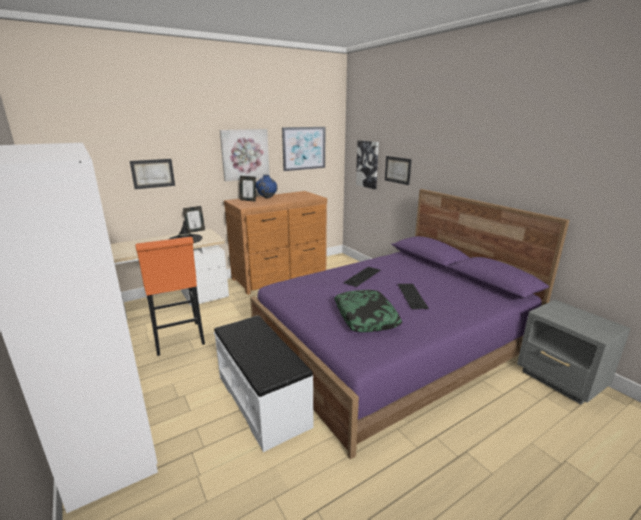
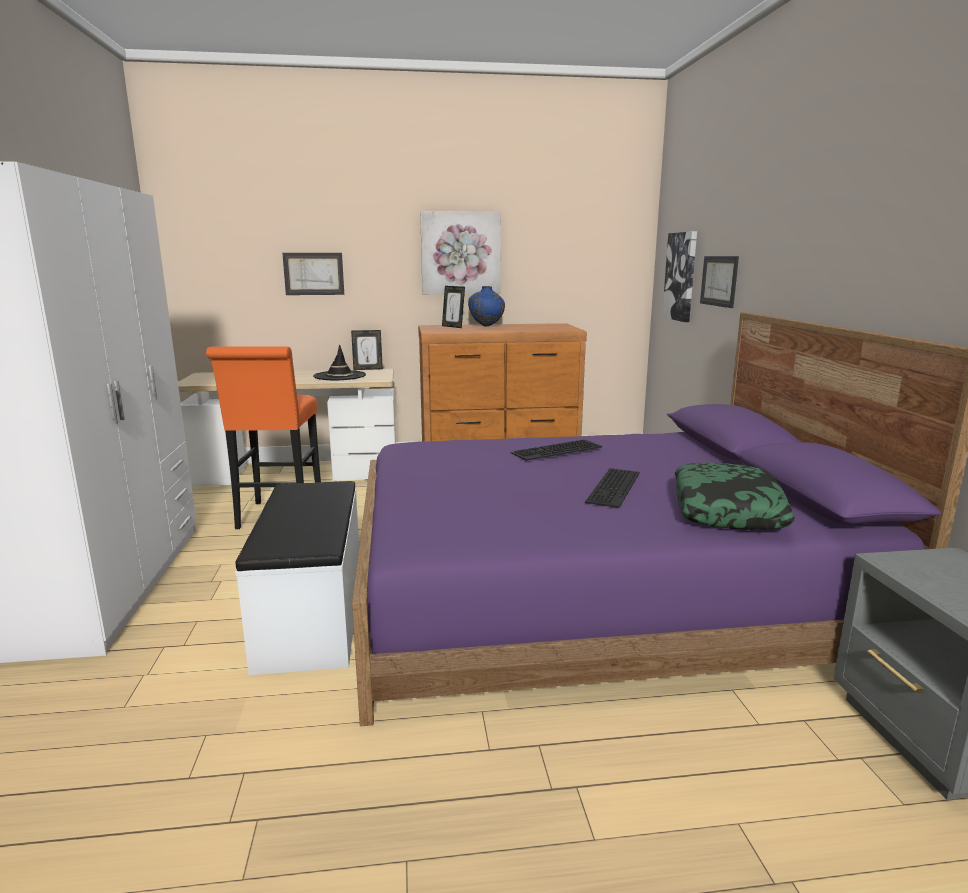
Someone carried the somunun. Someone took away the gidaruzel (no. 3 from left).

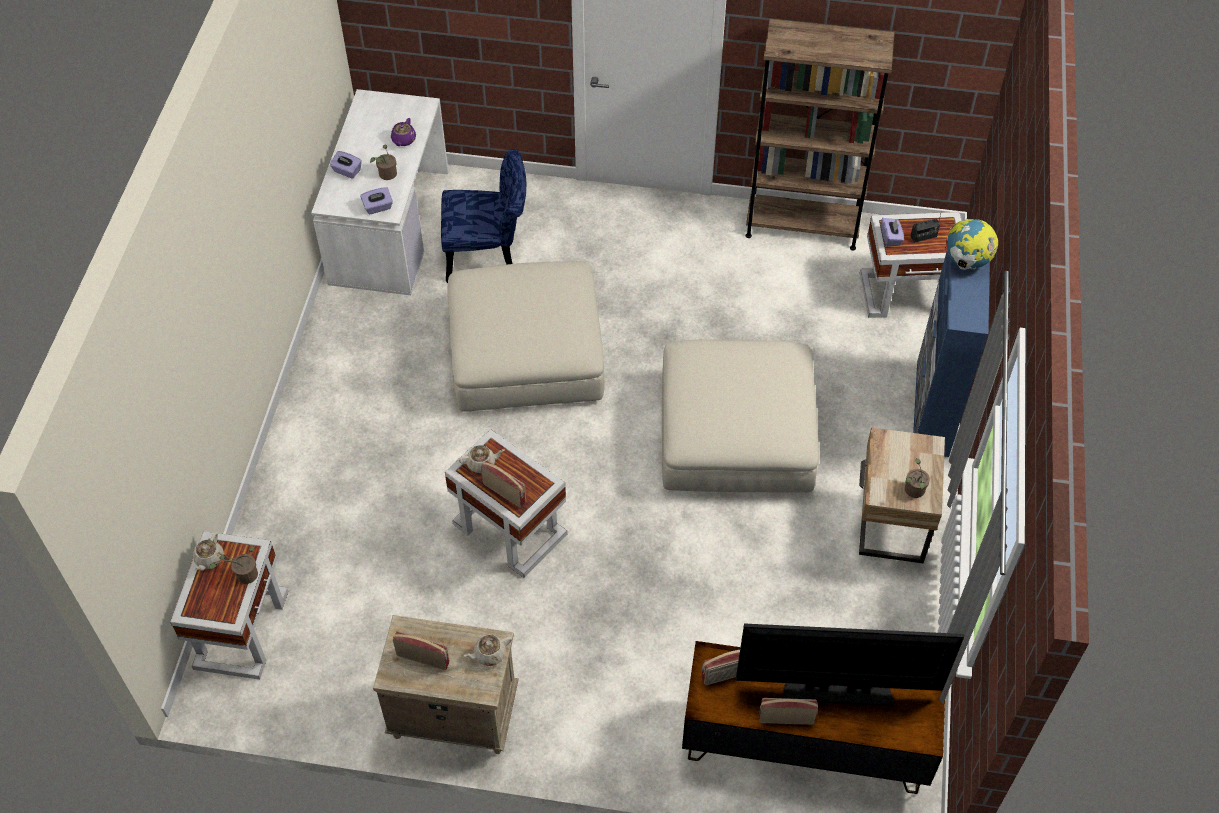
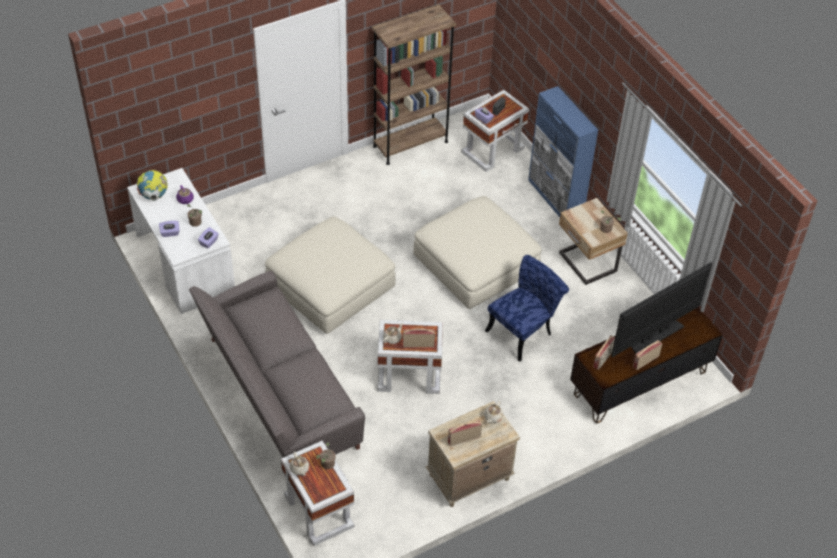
Someone carried the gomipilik. Someone put down the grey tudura. Someone carried the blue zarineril.

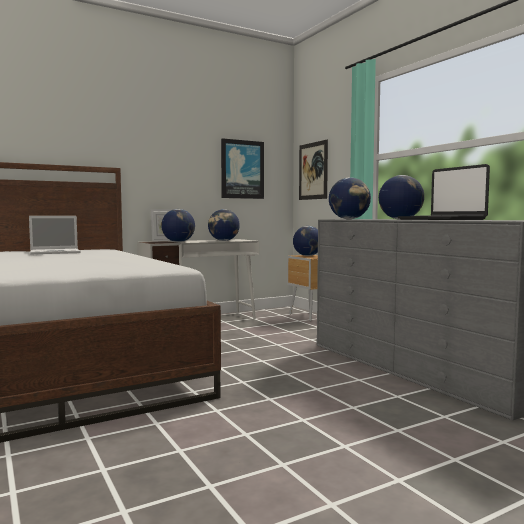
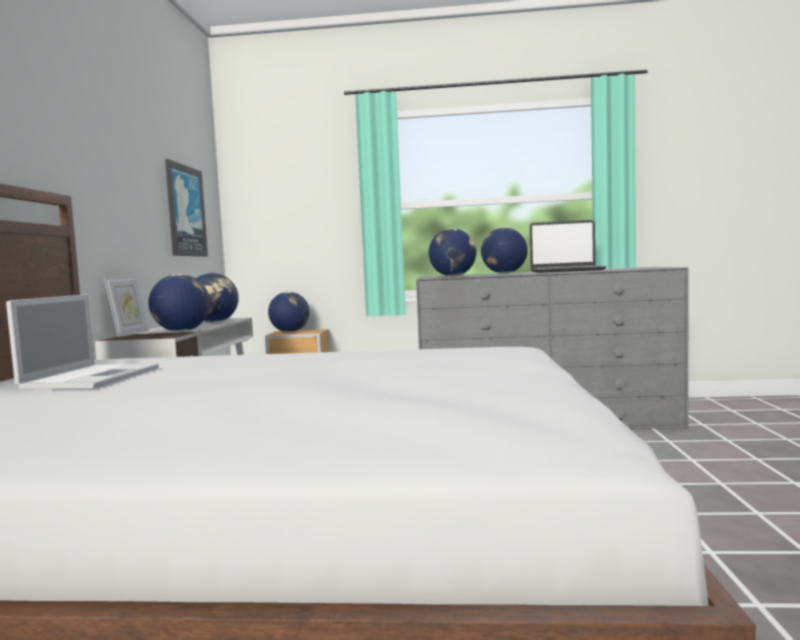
Someone took away the gidaruzel (no. 2 from left).

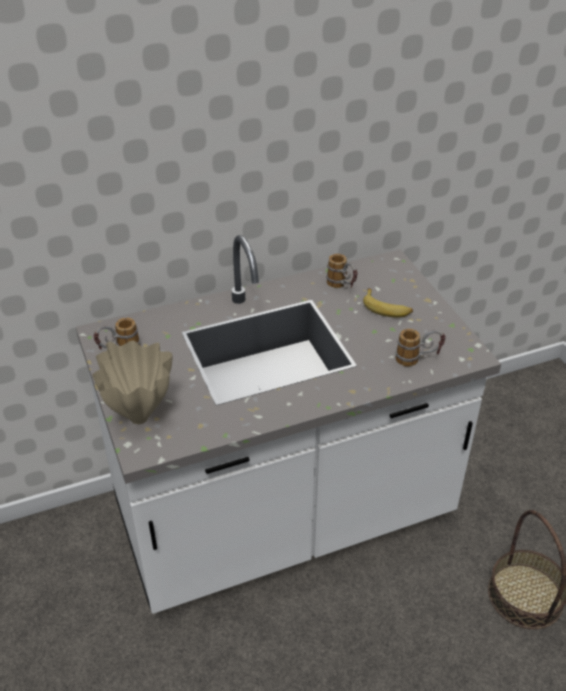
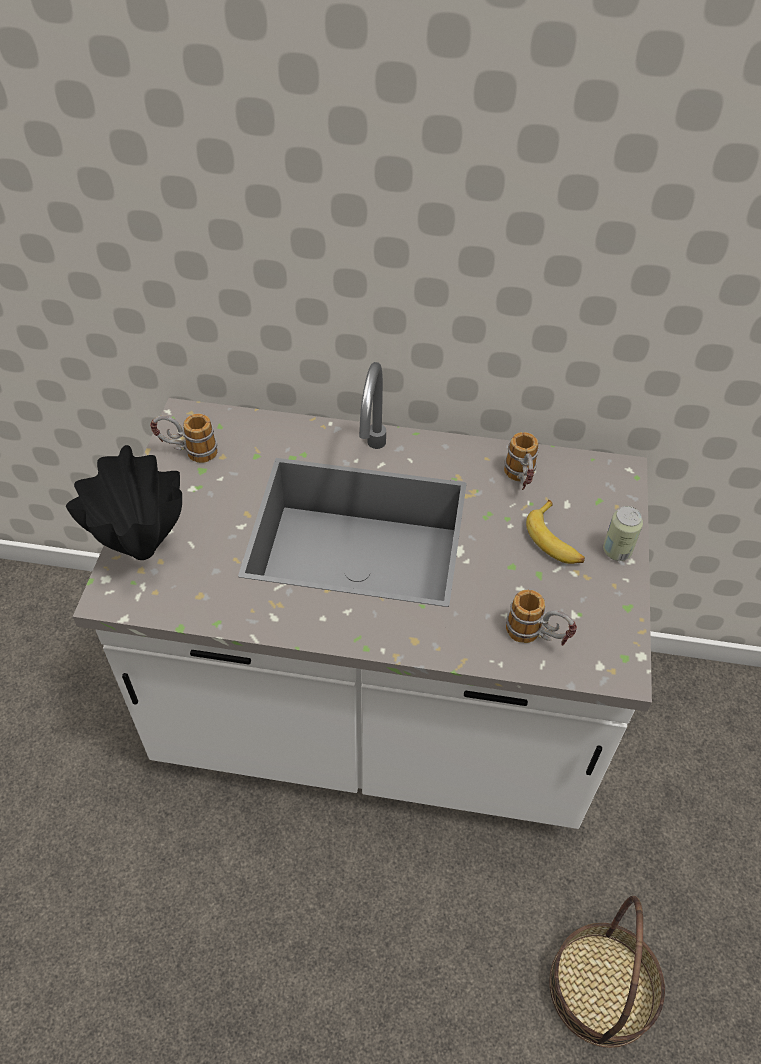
Someone repainted the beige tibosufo, which became the black tibosufo. Someone put down the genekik.

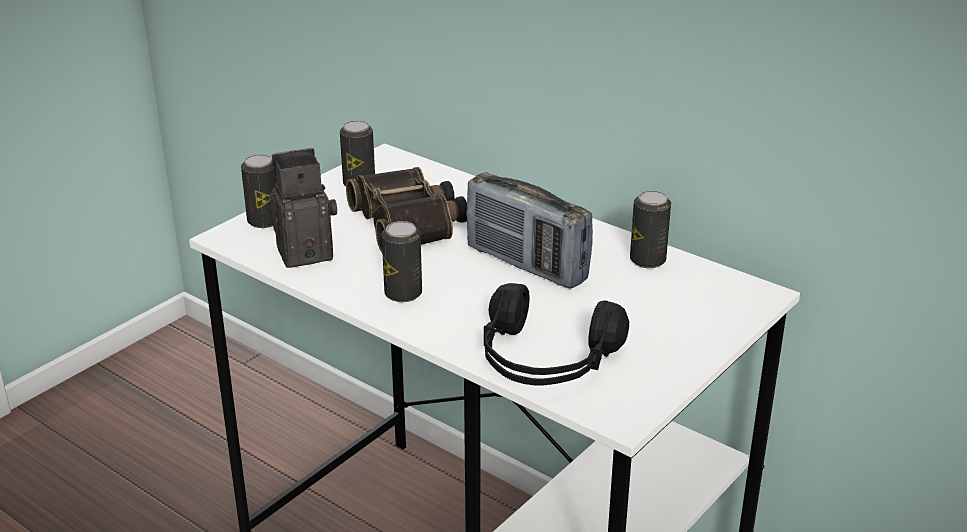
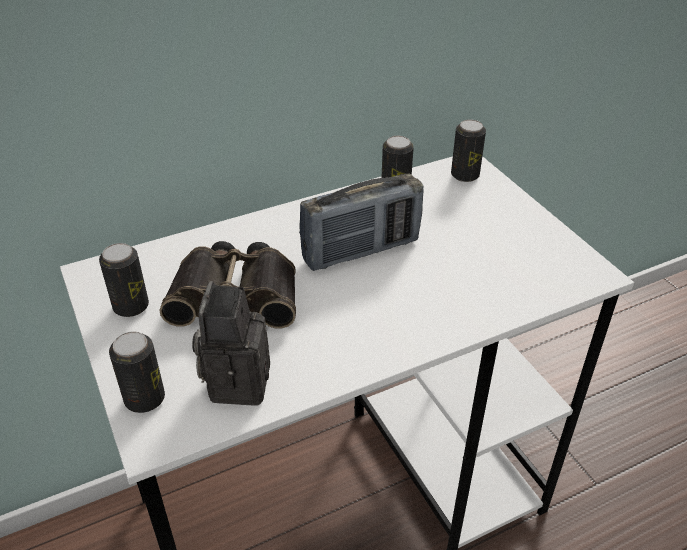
Someone carried the genekik (no. 3 from left in the first image). Someone took away the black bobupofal.

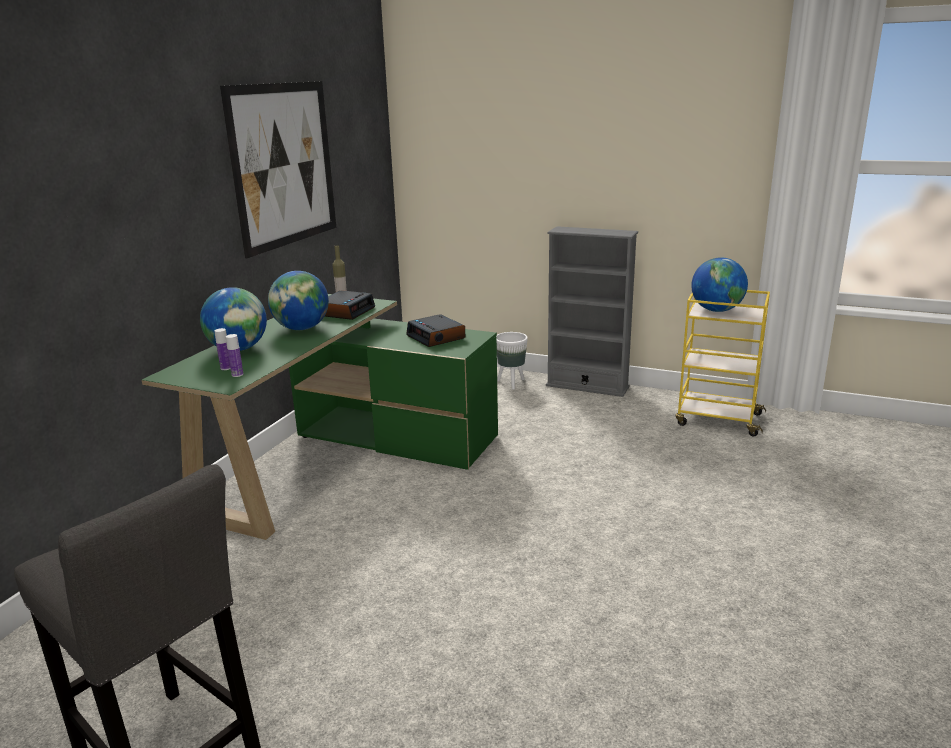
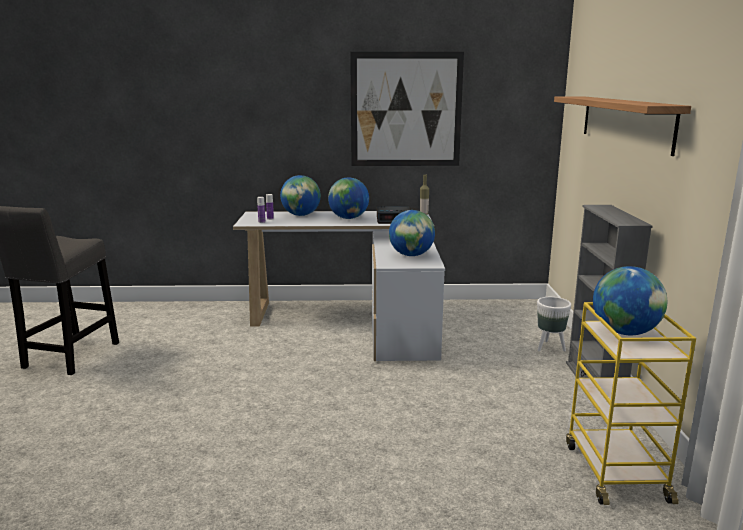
Someone repainted the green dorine, which became the white dorine. Someone swapped the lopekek (no. 2 from left) for the gomipilik (no. 3 from left). Someone put up the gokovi.

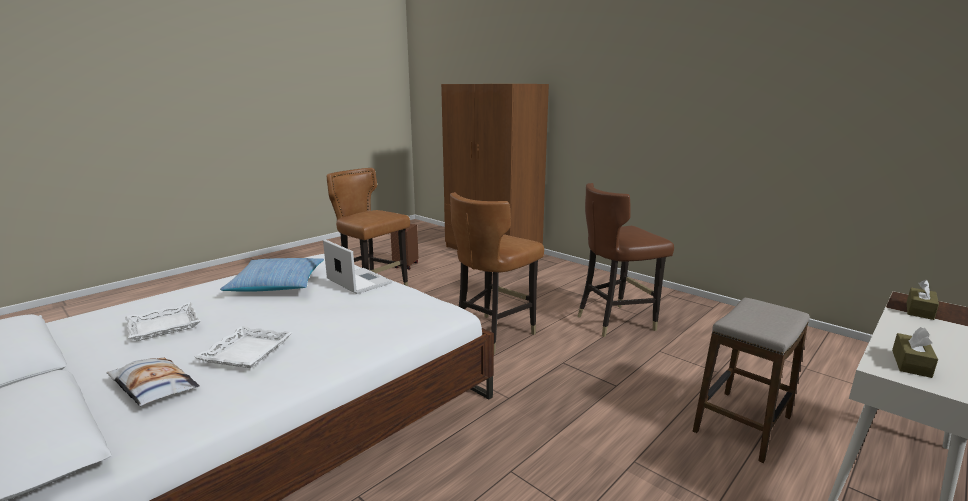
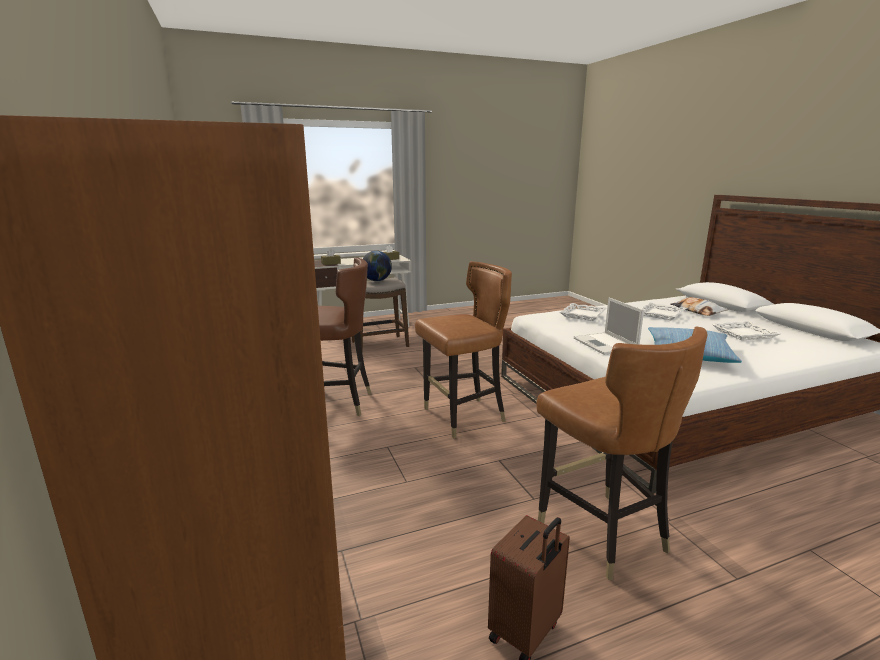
Someone put down the gomipilik. Someone put down the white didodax (no. 1 from left).

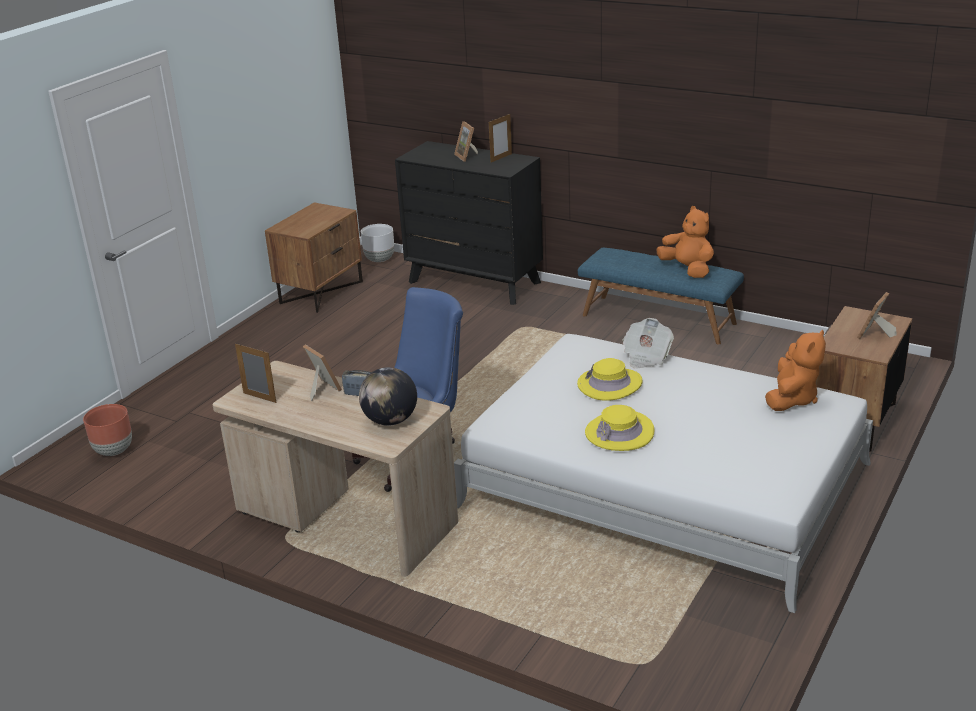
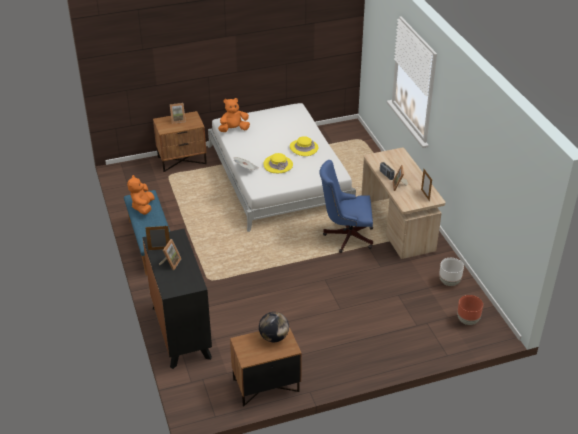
Someone carried the gomipilik. Someone carried the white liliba.

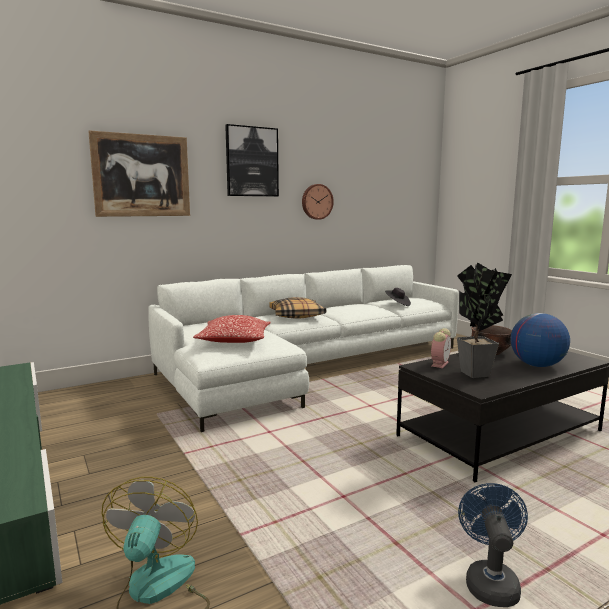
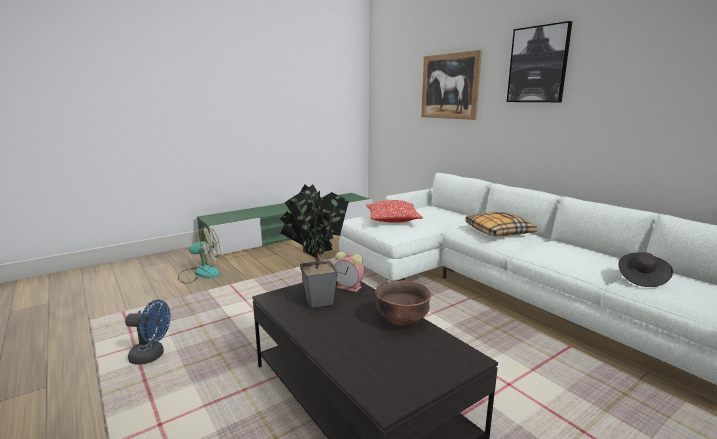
Someone took away the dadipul. Someone took away the gomipilik.

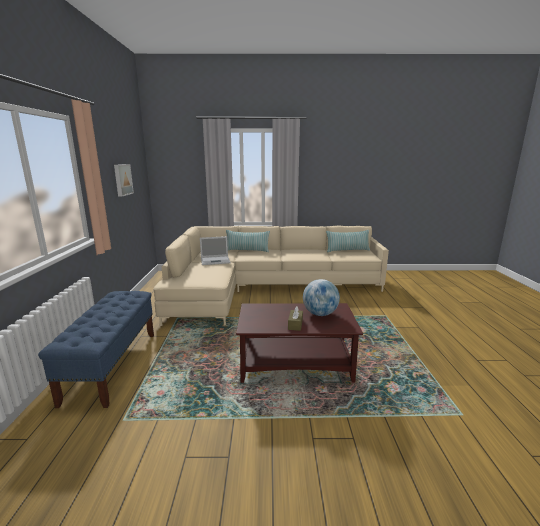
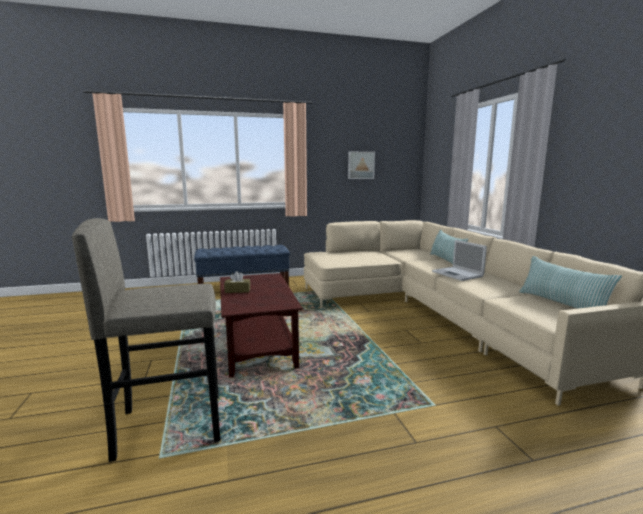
Someone put down the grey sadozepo. Someone carried the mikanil. Someone took away the gomipilik.

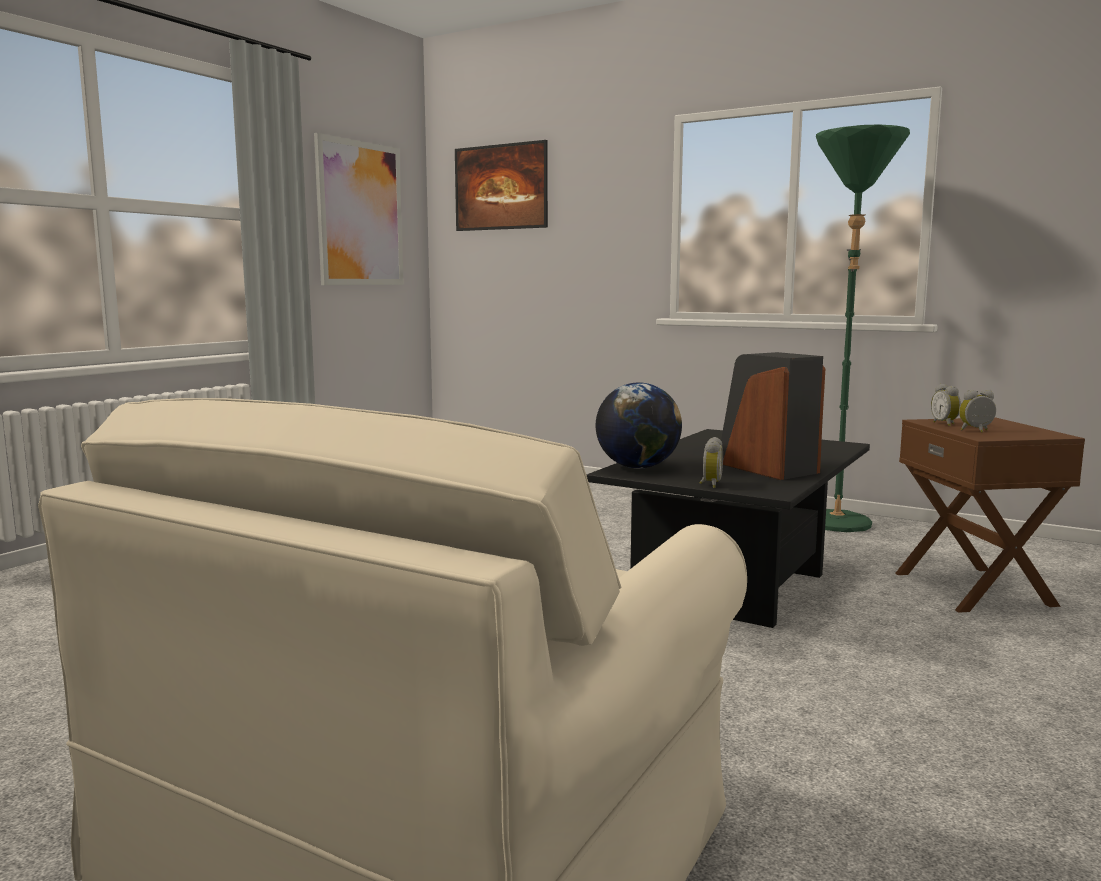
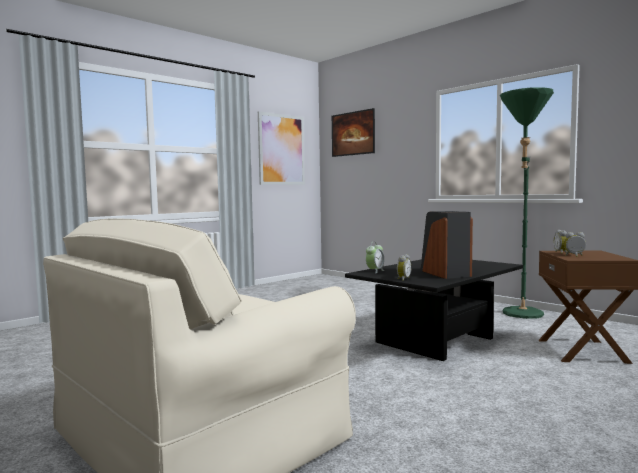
Someone swapped the gomipilik for the lopekek (no. 1 from left).

